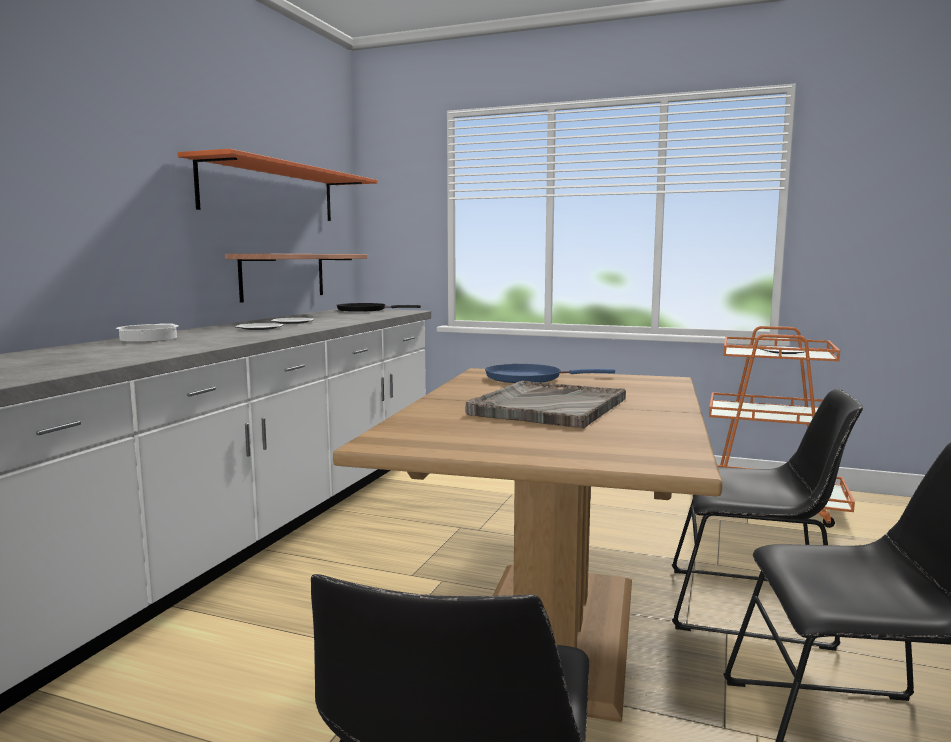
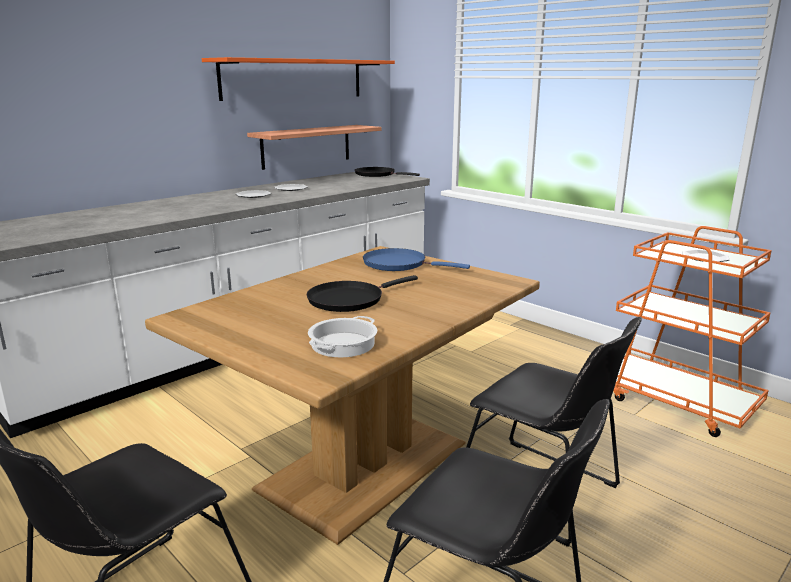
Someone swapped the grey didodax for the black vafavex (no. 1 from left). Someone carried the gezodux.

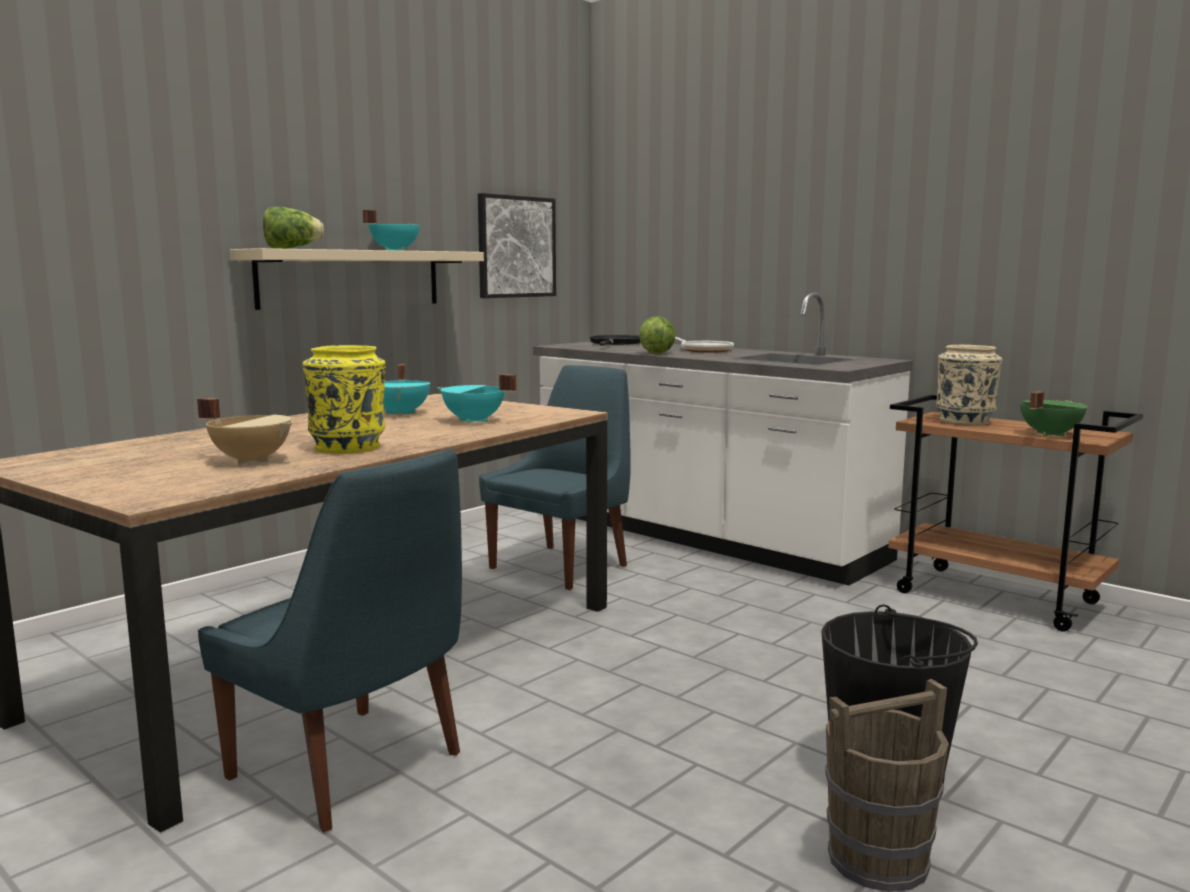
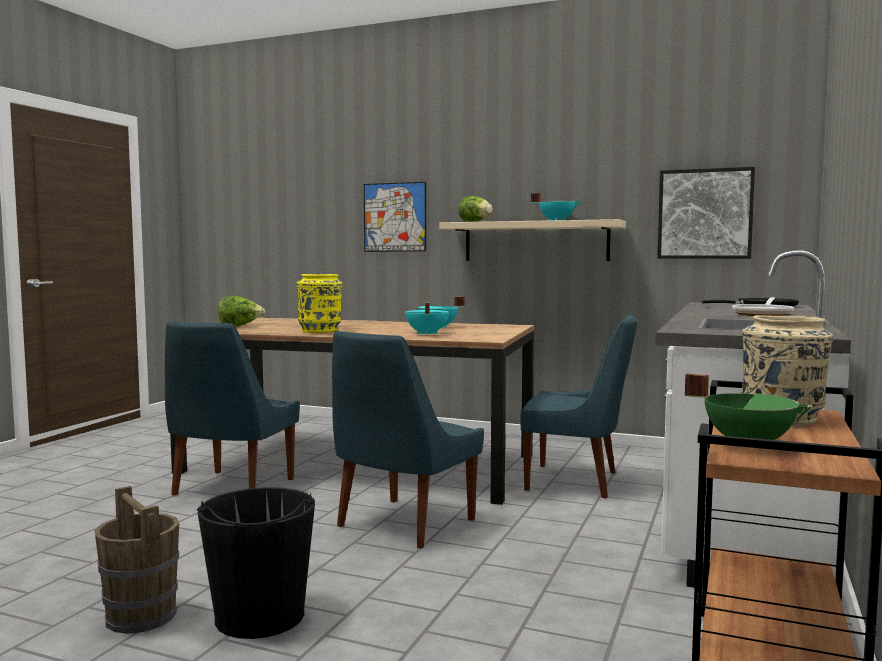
Someone carried the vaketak (no. 2 from left in the first image). Someone put down the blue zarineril (no. 2 from left). Someone put up the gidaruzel (no. 1 from left). Someone took away the beige gezodux.

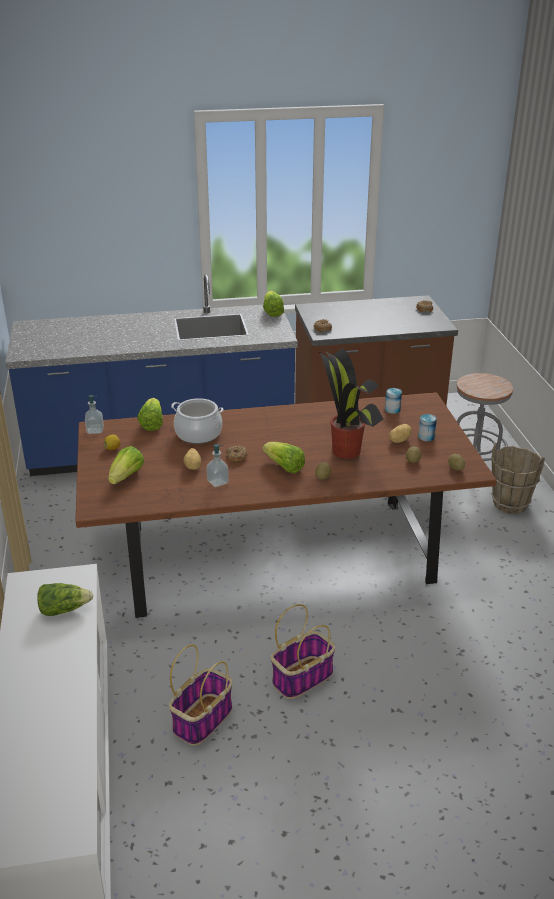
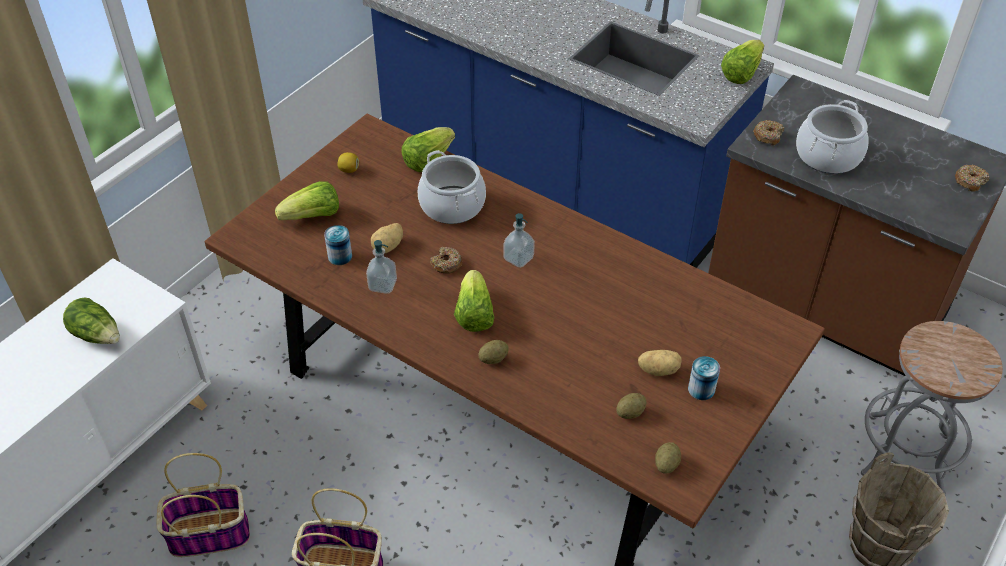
Someone carried the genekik (no. 1 from left). Someone carried the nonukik (no. 1 from left in the first image). Someone put down the gezodux (no. 2 from left). Someone took away the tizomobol.

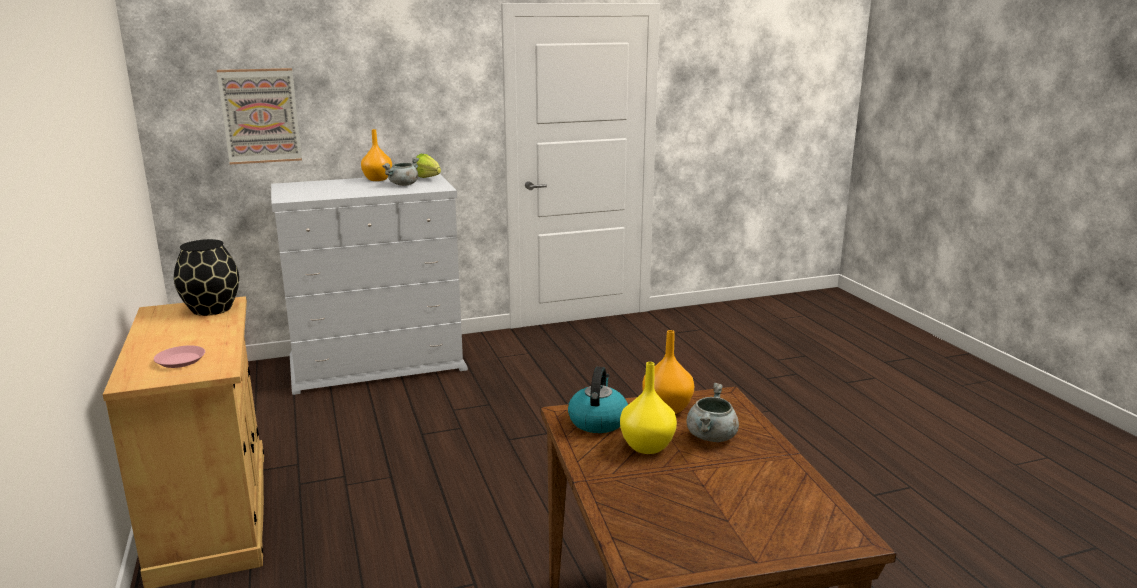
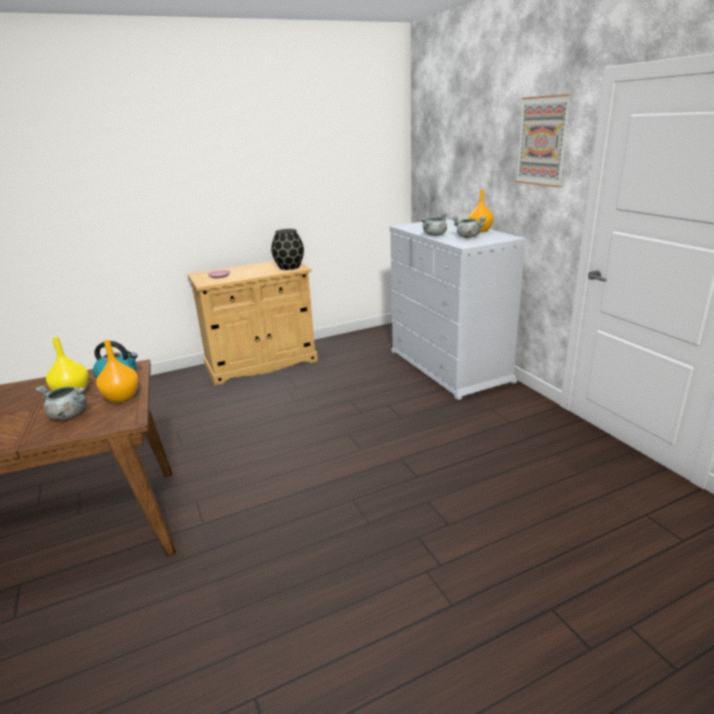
Someone put down the grey gezodux (no. 2 from left). Someone carried the gidaruzel. Someone took away the vaketak.

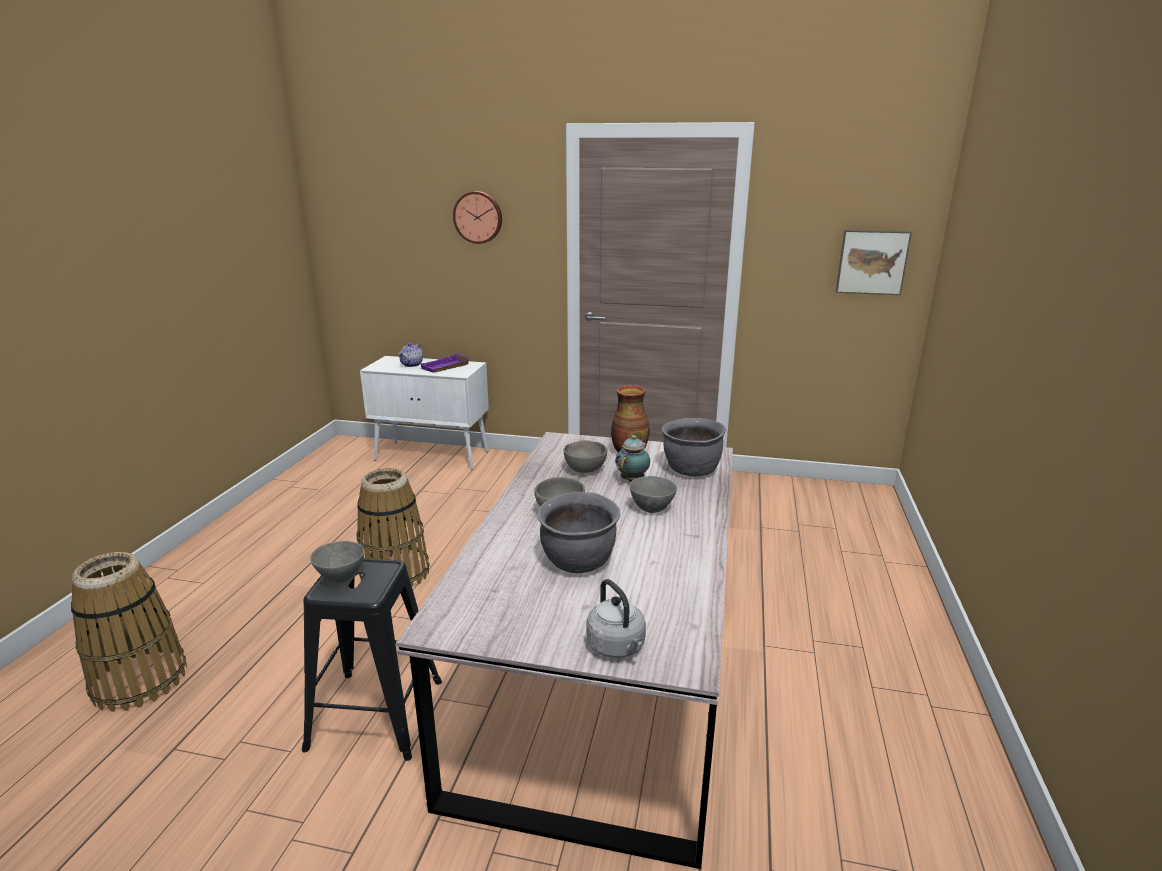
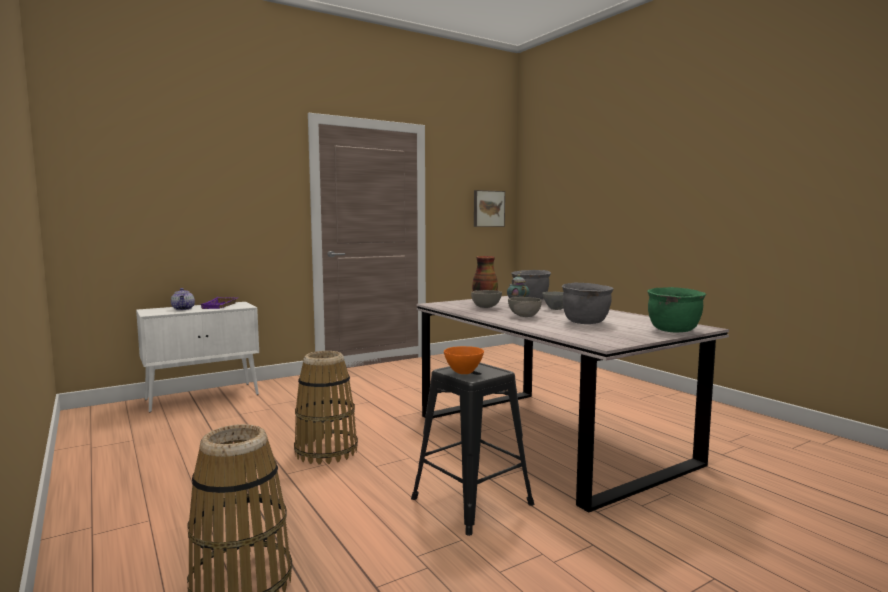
Someone repainted the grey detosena (no. 1 from left), which became the orange detosena. Someone swapped the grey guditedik for the green gezodux. Someone took away the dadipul.

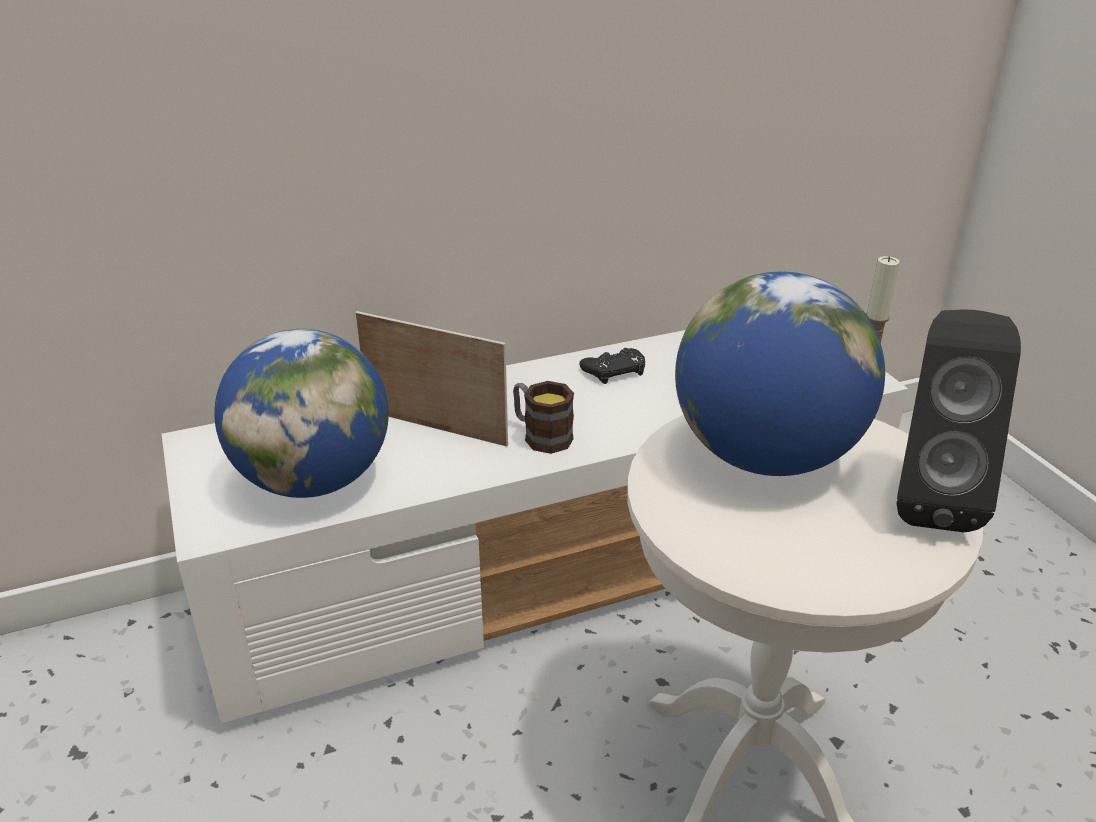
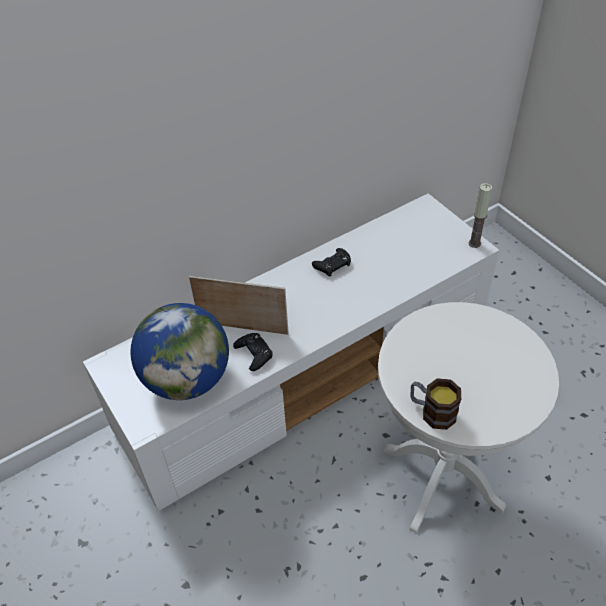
Someone put down the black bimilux (no. 1 from left). Someone carried the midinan. Someone took away the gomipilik (no. 2 from left). Someone took away the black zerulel.

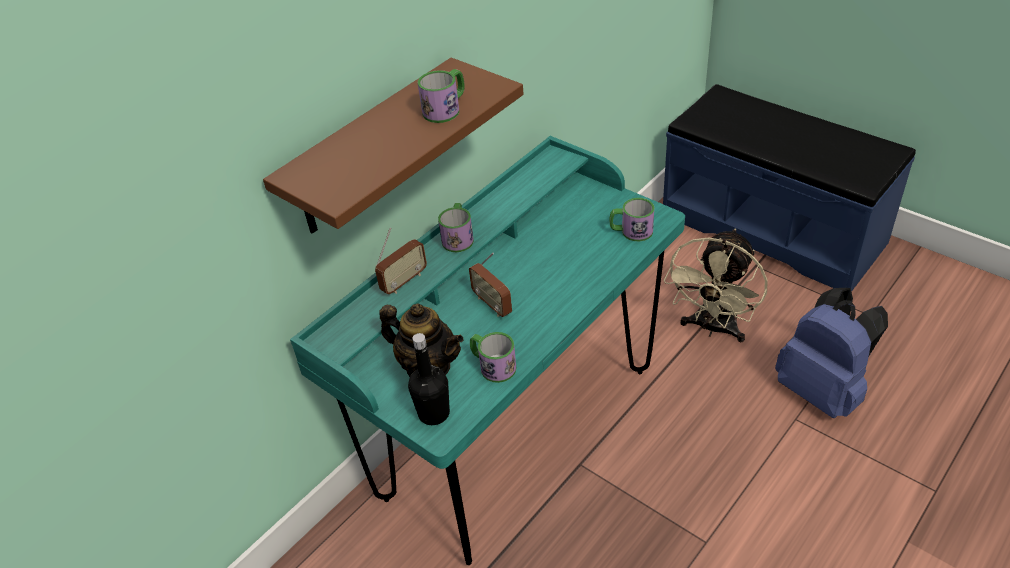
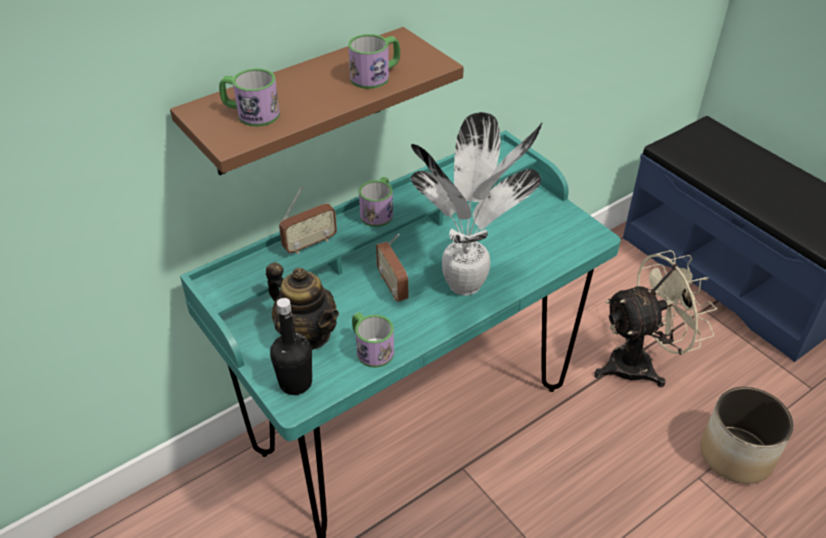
Someone carried the midinan (no. 4 from left in the first image). Someone put down the tizomobol. Someone rotated the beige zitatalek by 150 degrees counterclockwise. Someone swapped the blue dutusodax for the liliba.

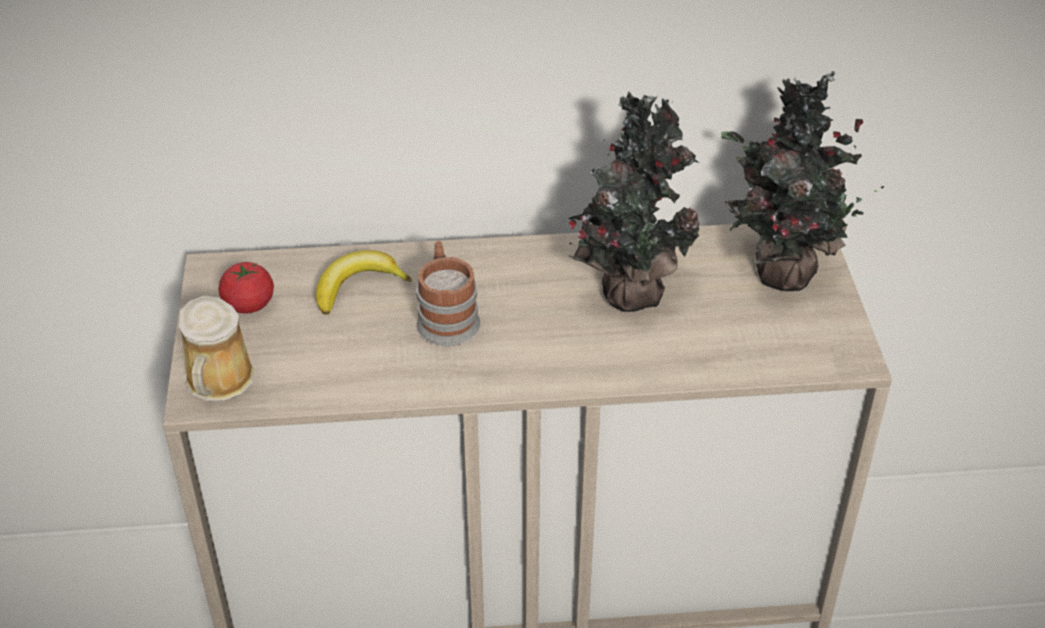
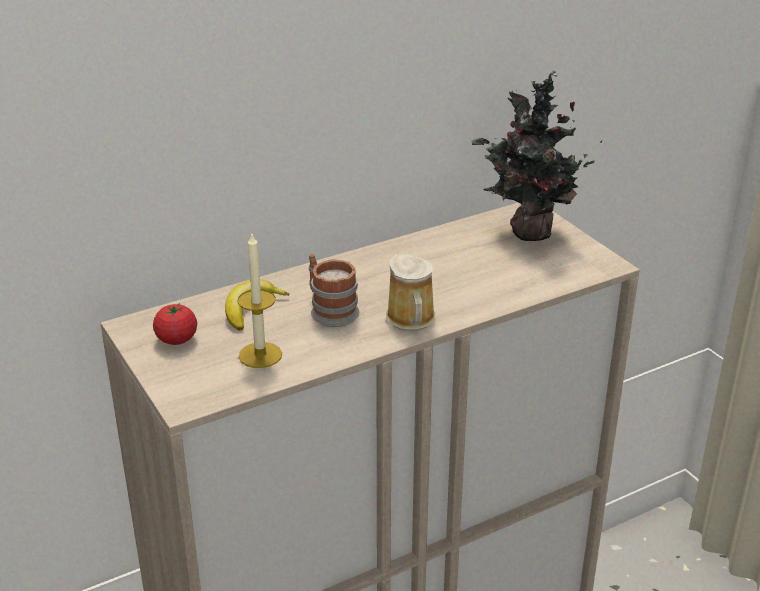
Someone put down the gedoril. Someone carried the midinan (no. 1 from left in the first image). Someone took away the tizomobol (no. 1 from left).

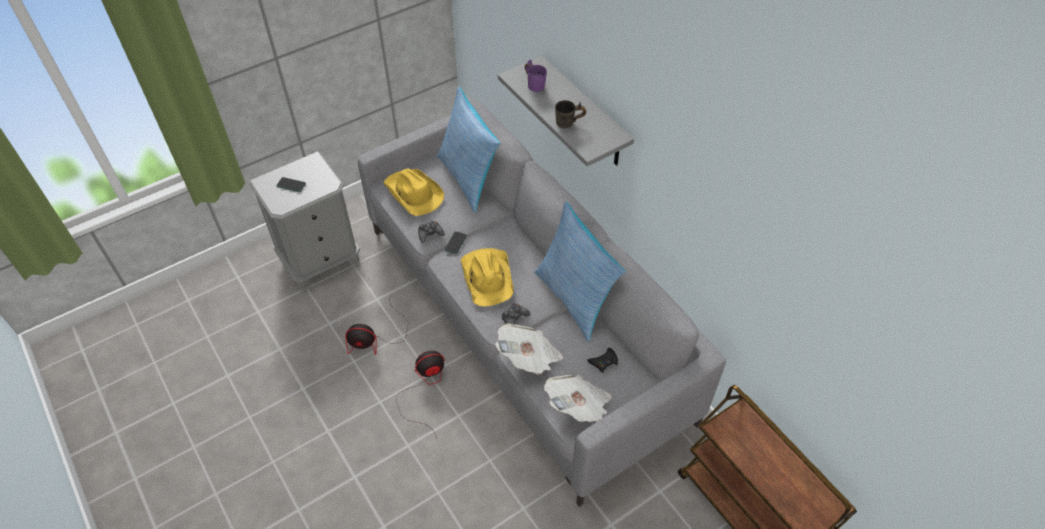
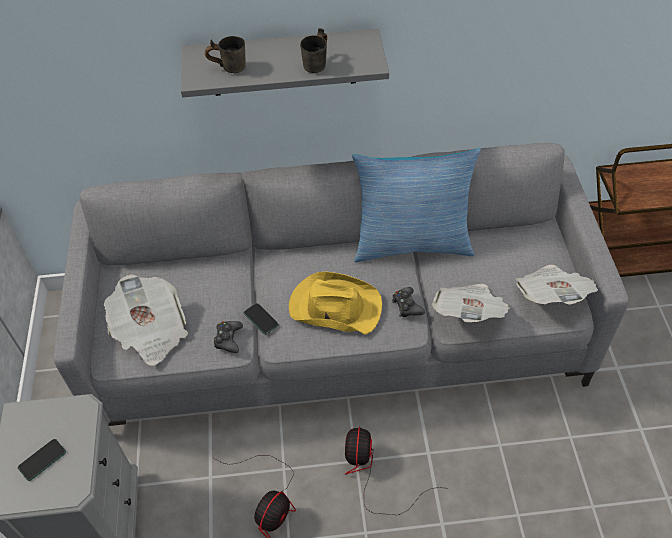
Someone swapped the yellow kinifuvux (no. 1 from left) for the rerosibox (no. 1 from left). Someone repainted the purple midinan, which became the grey midinan (no. 1 from left). Someone took away the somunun (no. 1 from left). Someone took away the black bimilux (no. 3 from left).

